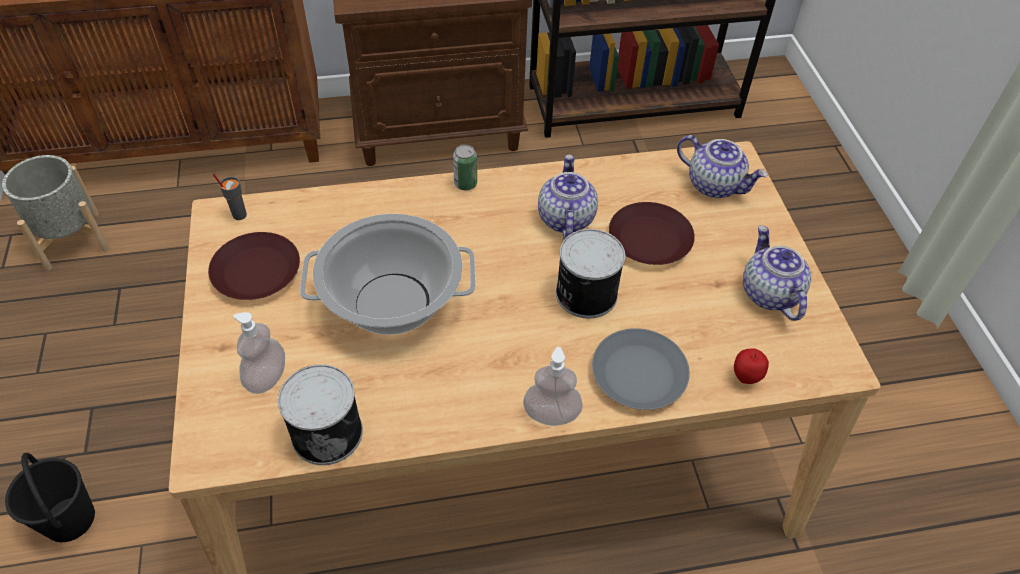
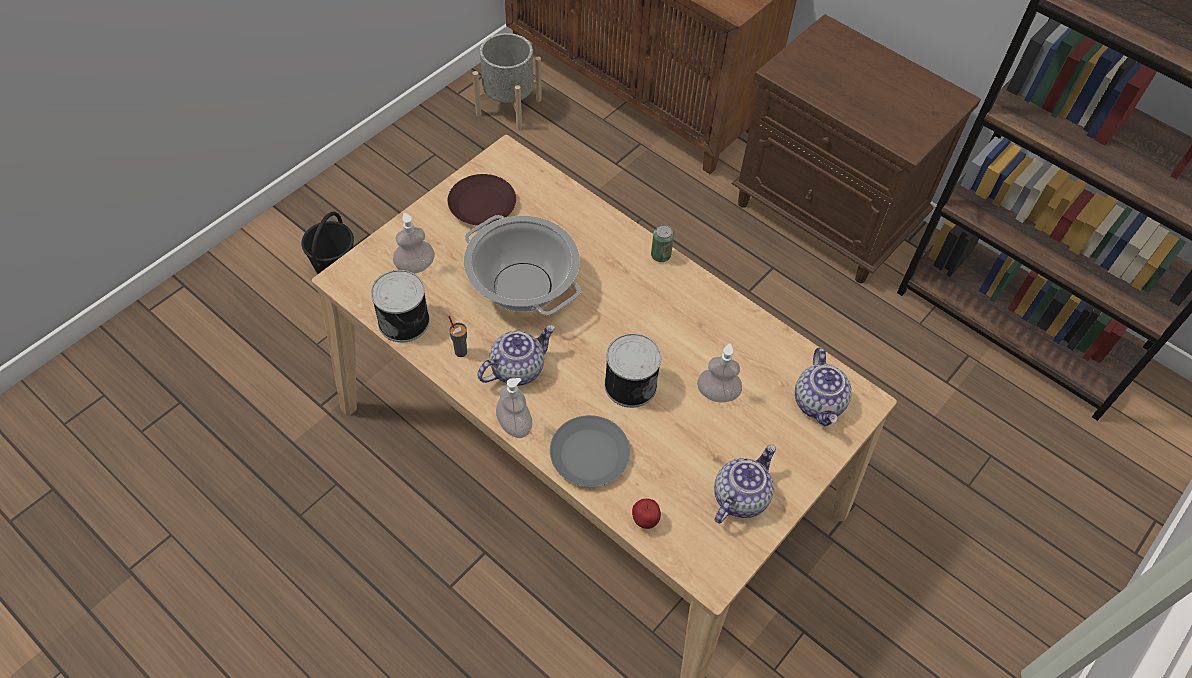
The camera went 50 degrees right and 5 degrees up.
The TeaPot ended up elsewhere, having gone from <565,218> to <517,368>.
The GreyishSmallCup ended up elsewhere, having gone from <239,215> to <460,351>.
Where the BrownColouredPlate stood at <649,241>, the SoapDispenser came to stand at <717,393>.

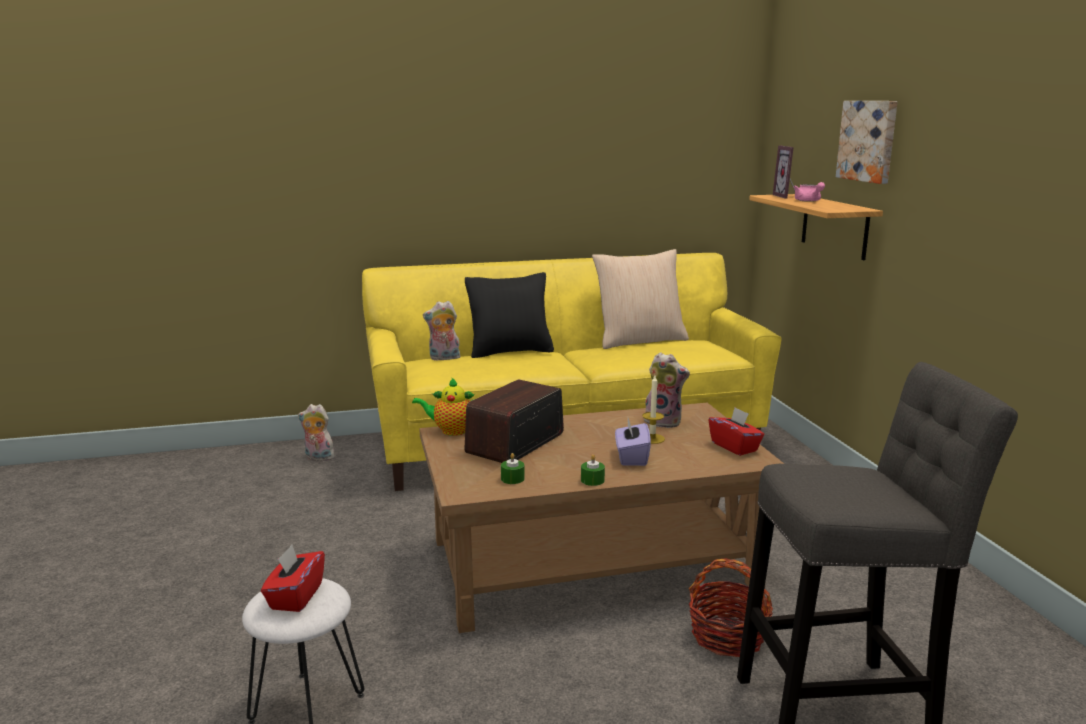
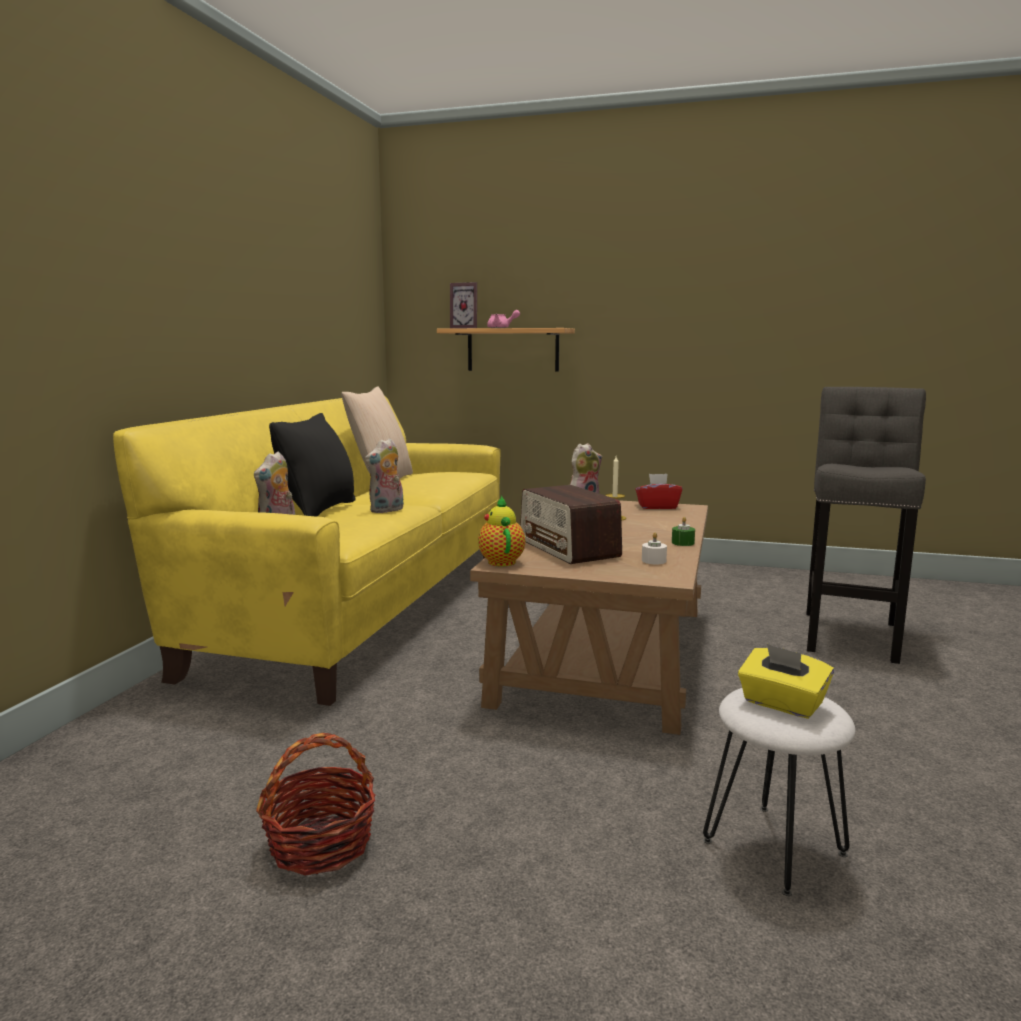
The camera went 60 degrees left and 5 degrees down.
The second view lost the Picture at <869,141>.
The TeaPot at <451,431> ended up facing another way, 135 degrees clockwise from before.
The CuddlyToy ended up elsewhere, having gone from <318,458> to <387,510>.
The second view lost the PurpleColouredTissueHolder at <631,457>.
What was the GreenCandle at <512,479> turned into the WhiteColouredCandle at <653,561>.
What was the ReddishTissueHolder at <295,596> turned into the YellowColouredTissueHolder at <782,704>.
The StorageBasket ended up elsewhere, having gone from <727,636> to <321,844>.

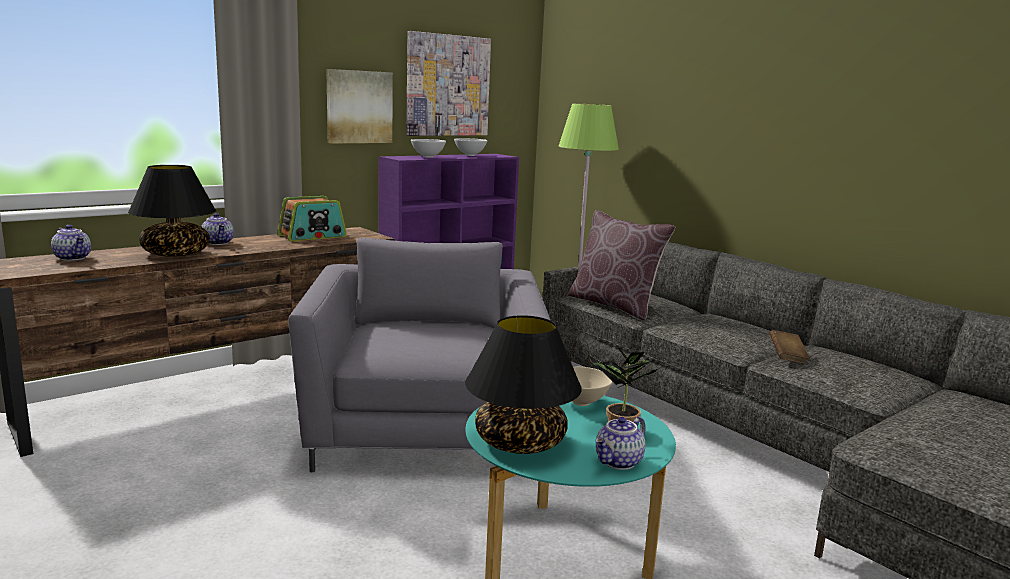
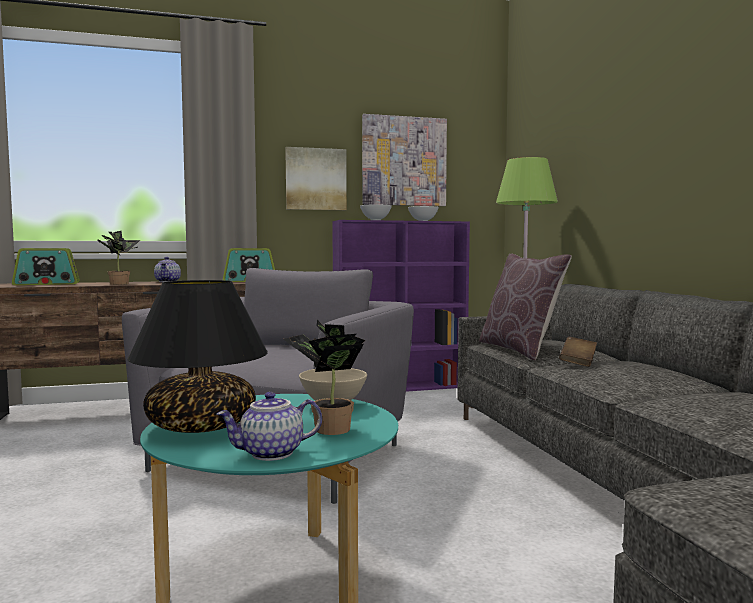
The camera went 25 degrees right and 10 degrees down.
Where the BlackishTableLamp stood at <176,253>, the Houseplant came to stand at <120,283>.
Where the TeaPot stood at <73,258>, the Radio came to stand at <47,283>.
The BrownColouredBook ended up elsewhere, having gone from <787,357> to <578,362>.

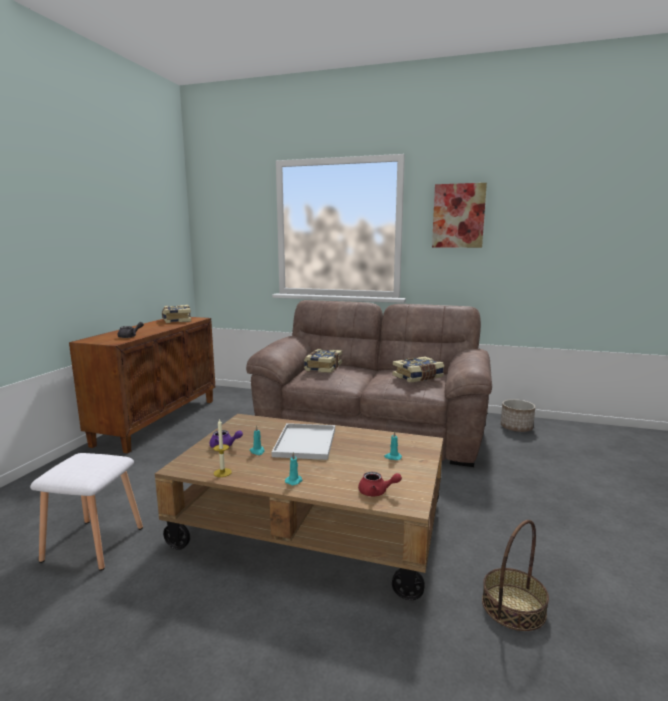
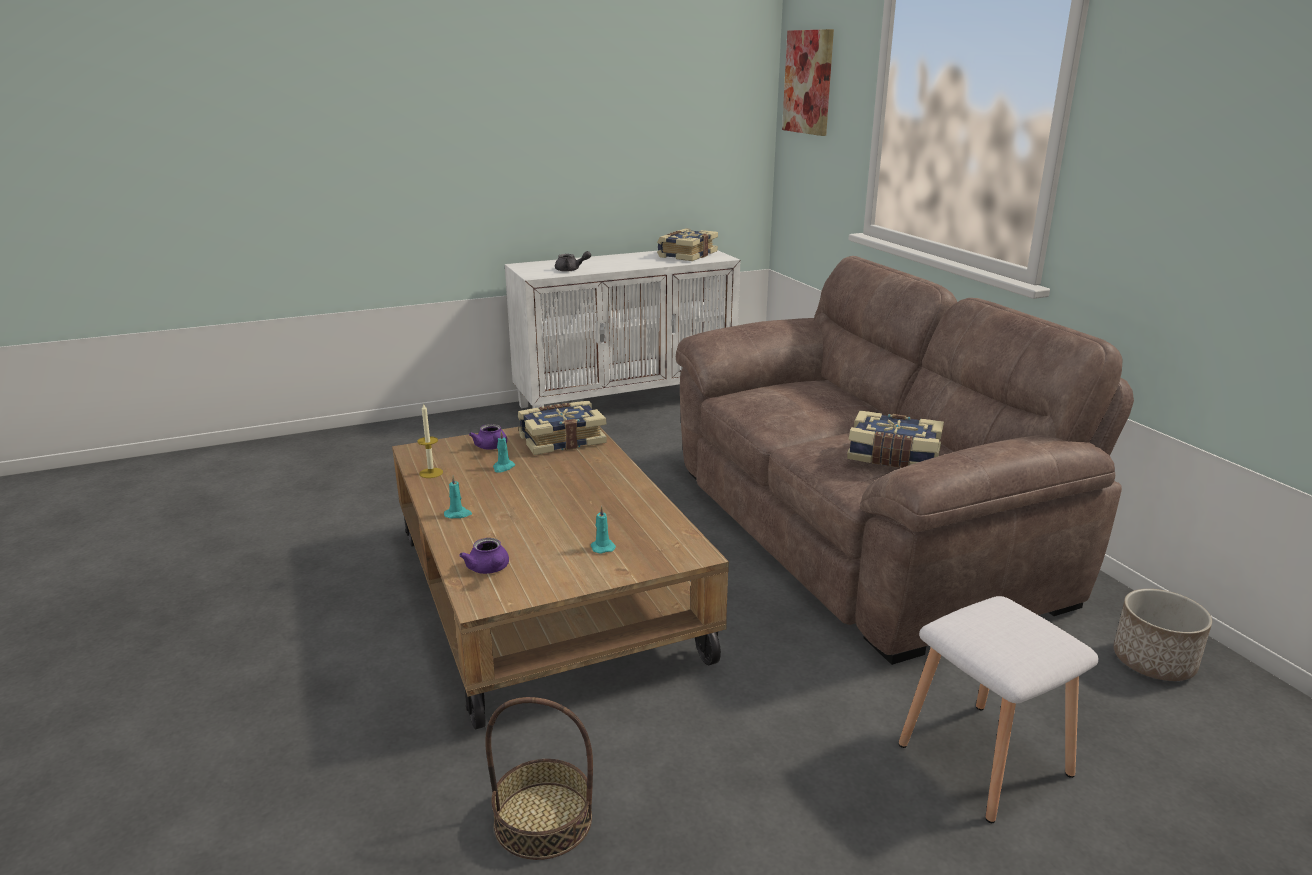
The camera went 50 degrees right and 10 degrees up.
The Picture ended up elsewhere, having gone from <458,216> to <808,82>.
What was the BrownColouredCupboard at <158,421> turned into the WhiteColouredCupboard at <626,401>.
The Book ended up elsewhere, having gone from <322,367> to <561,439>.
The second view lost the WhiteColouredCarryingTray at <304,442>.
The WhiteColouredSittingStool ended up elsewhere, having gone from <94,543> to <985,757>.
What was the ReddishTeaPot at <377,492> turned into the PurpleColouredTeaPot at <489,569>.

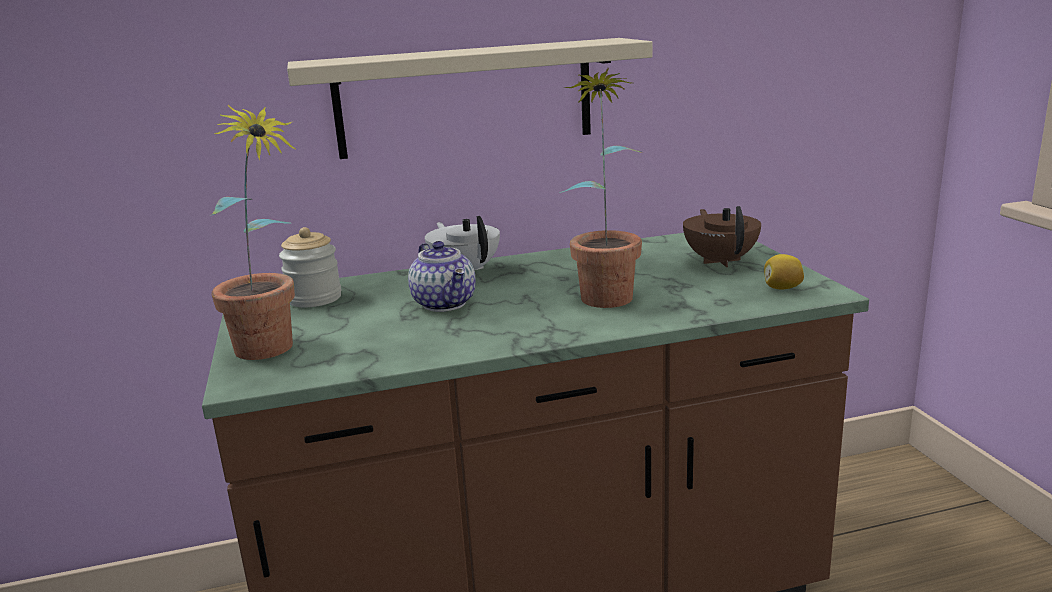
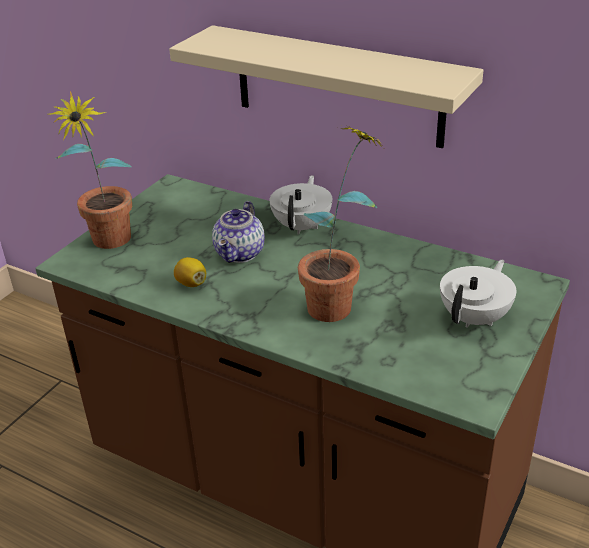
The camera went 45 degrees right and 15 degrees up.
What was the BrownColouredTeaPot at <720,261> turned into the WhiteColouredTeaPot at <475,318>.
The second view lost the Jar at <314,298>.
The WholeLemon ended up elsewhere, having gone from <782,288> to <191,283>.

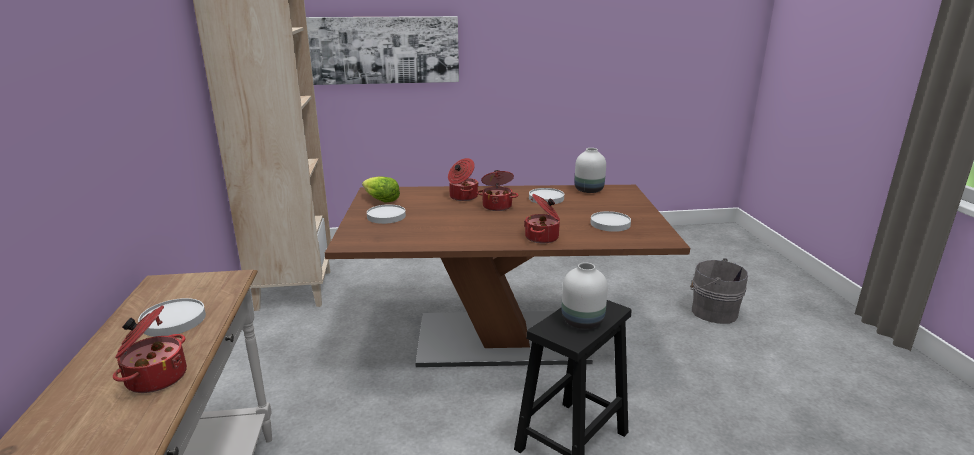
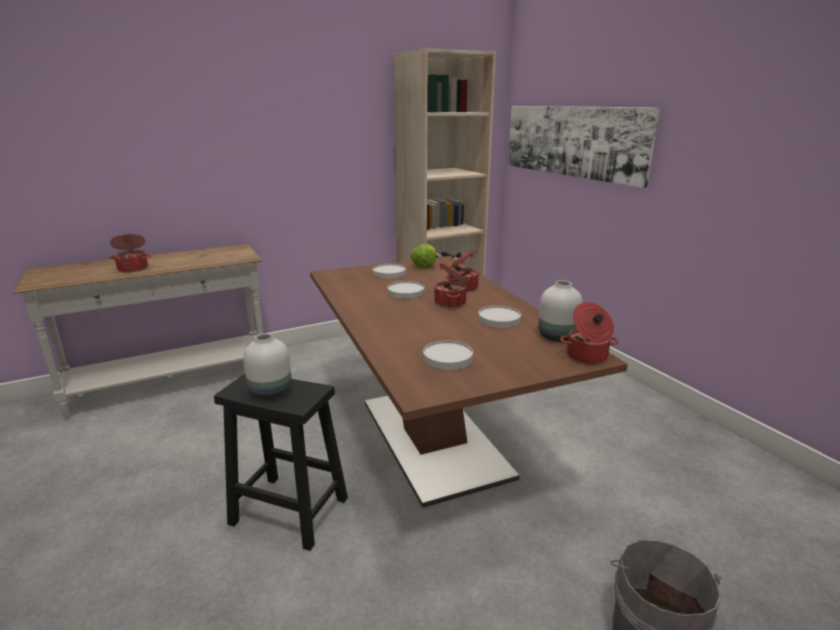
The camera went 70 degrees right and 0 degrees up.
The Saucepot ended up elsewhere, having gone from <543,237> to <587,357>.
The WhiteColouredPlate ended up elsewhere, having gone from <173,320> to <406,292>.

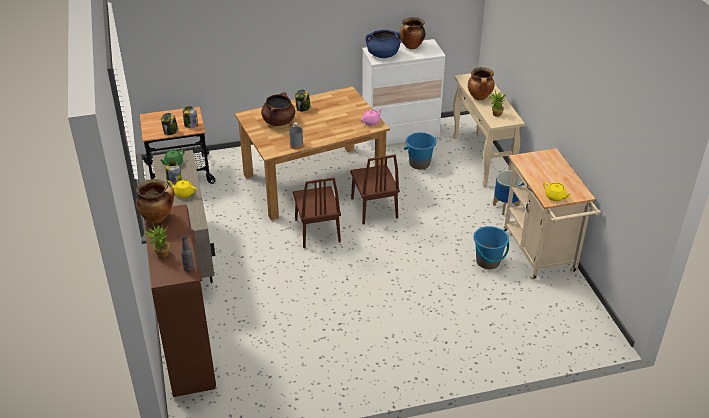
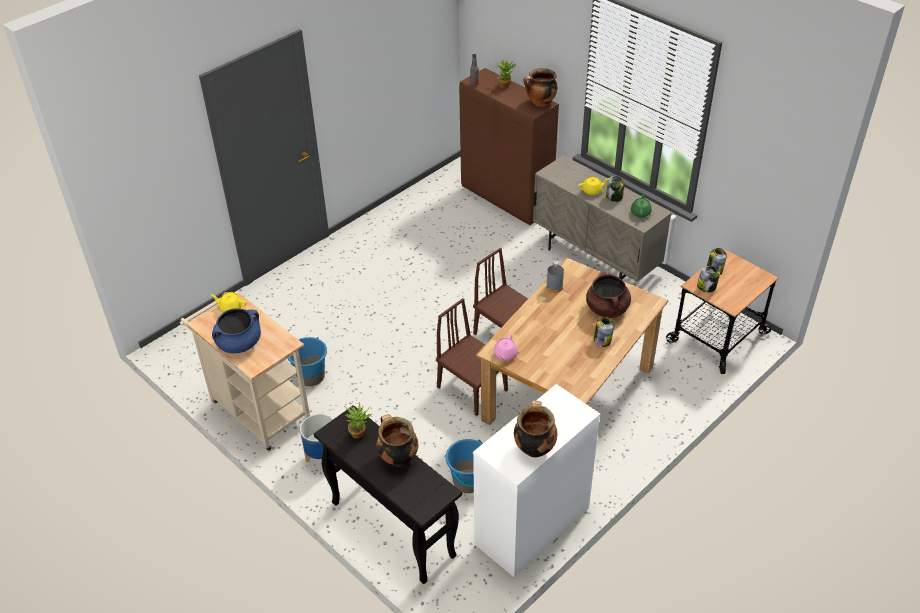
The camera went 150 degrees right and 5 degrees up.
The BlueSaucepot ended up elsewhere, having gone from <383,55> to <239,343>.
What was the BeigeHallTable at <482,160> turned into the BlackishHallTable at <391,529>.

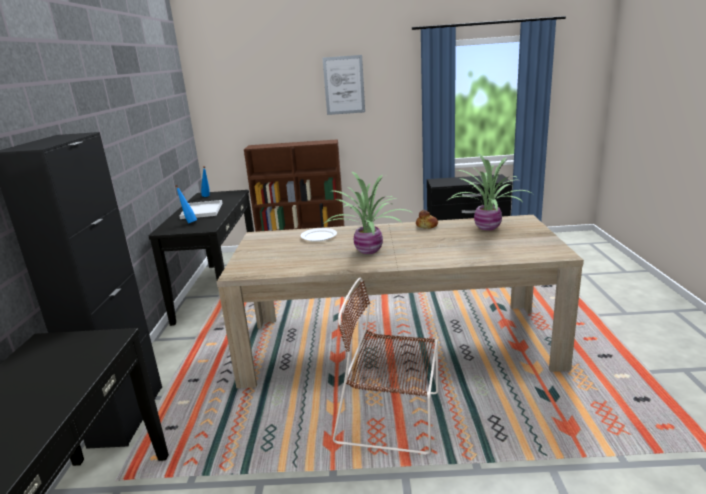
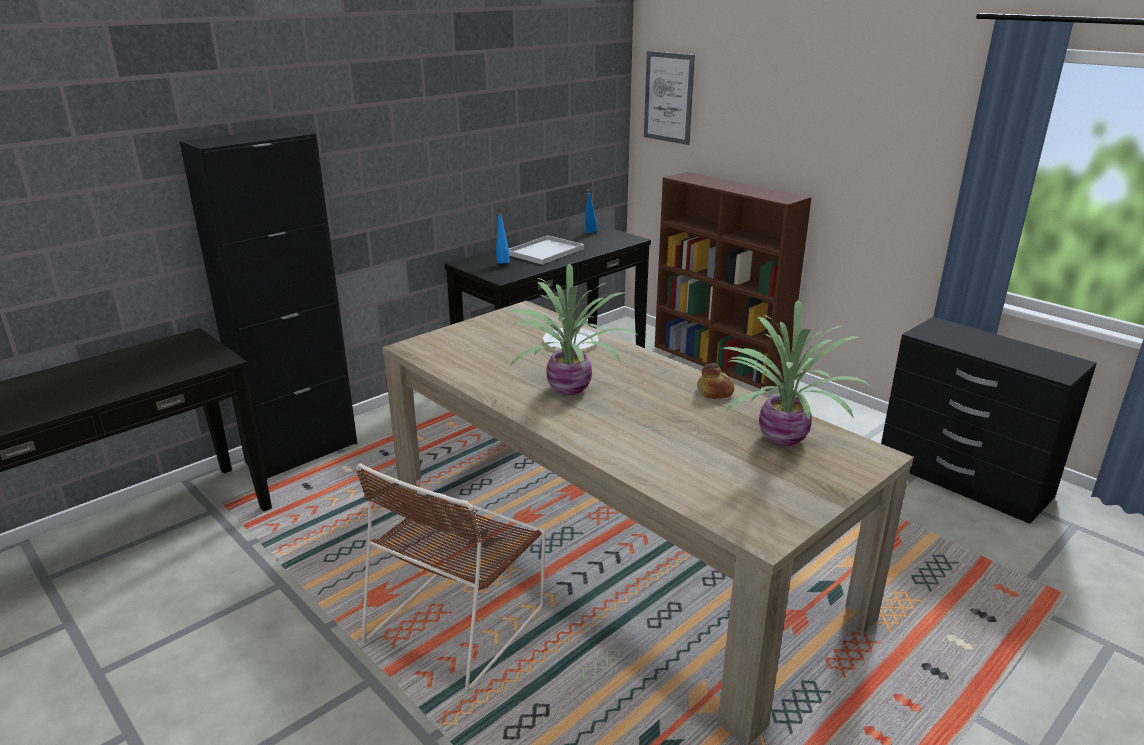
The camera went 45 degrees right and 5 degrees up.
The Picture ended up elsewhere, having gone from <344,85> to <668,97>.
The BrownColouredUprightChair at <392,417> ended up facing another way, 120 degrees counterclockwise from before.

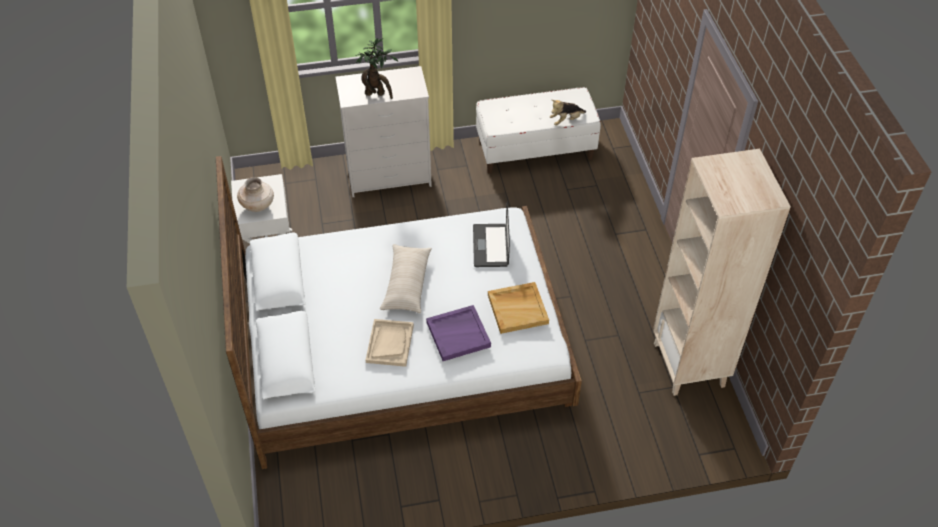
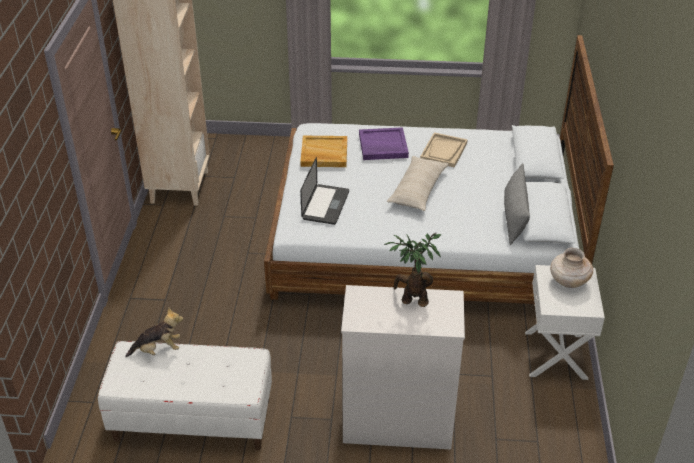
The camera went 165 degrees left and 10 degrees down.
The second view gained the GreyishThrowPillow at <514,218>.

